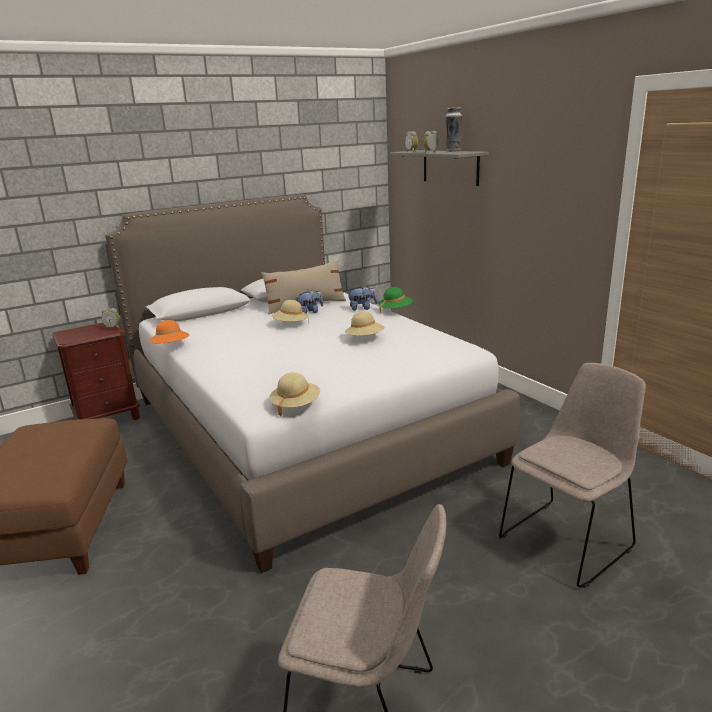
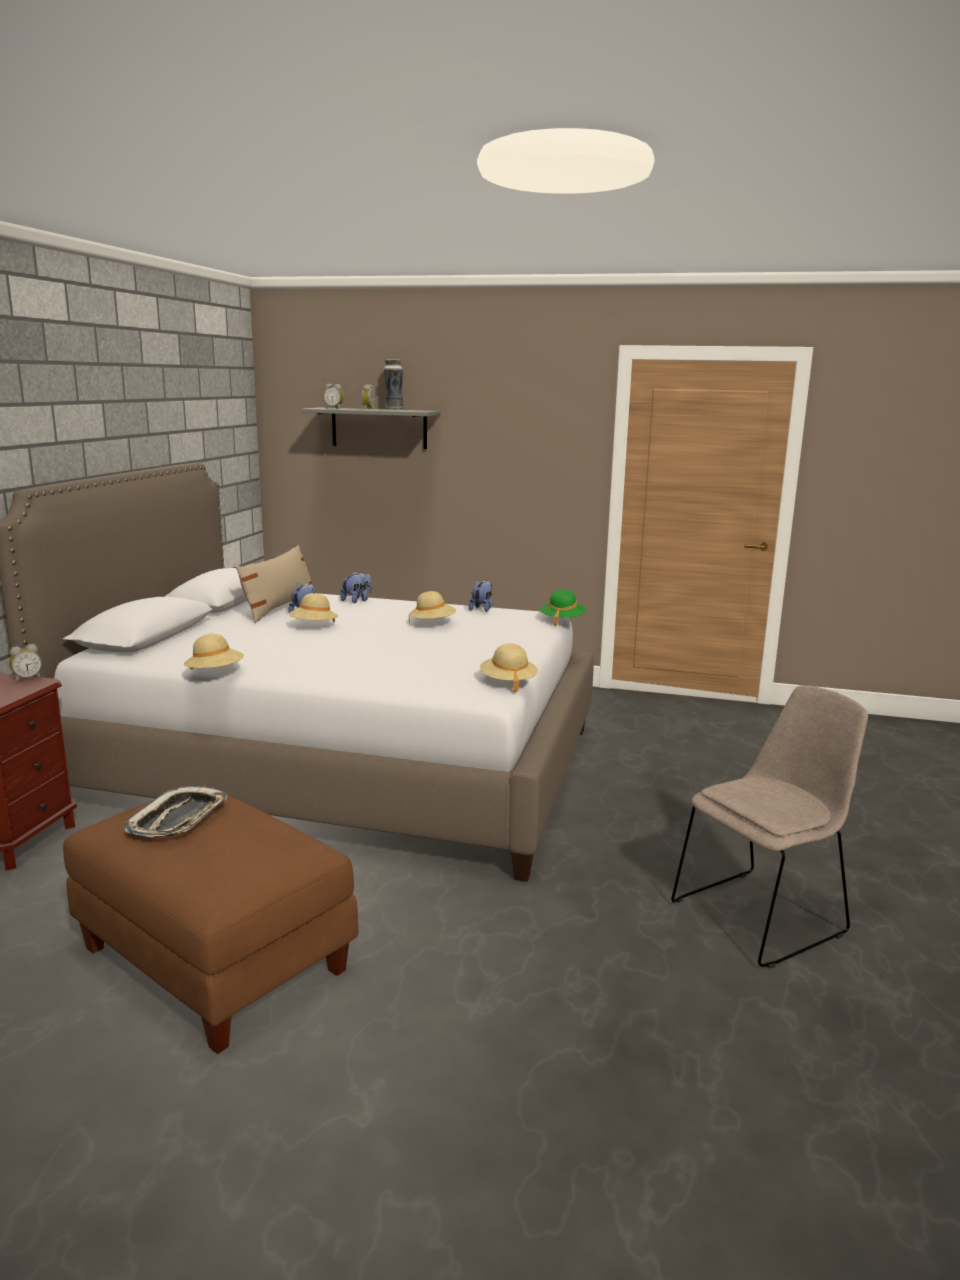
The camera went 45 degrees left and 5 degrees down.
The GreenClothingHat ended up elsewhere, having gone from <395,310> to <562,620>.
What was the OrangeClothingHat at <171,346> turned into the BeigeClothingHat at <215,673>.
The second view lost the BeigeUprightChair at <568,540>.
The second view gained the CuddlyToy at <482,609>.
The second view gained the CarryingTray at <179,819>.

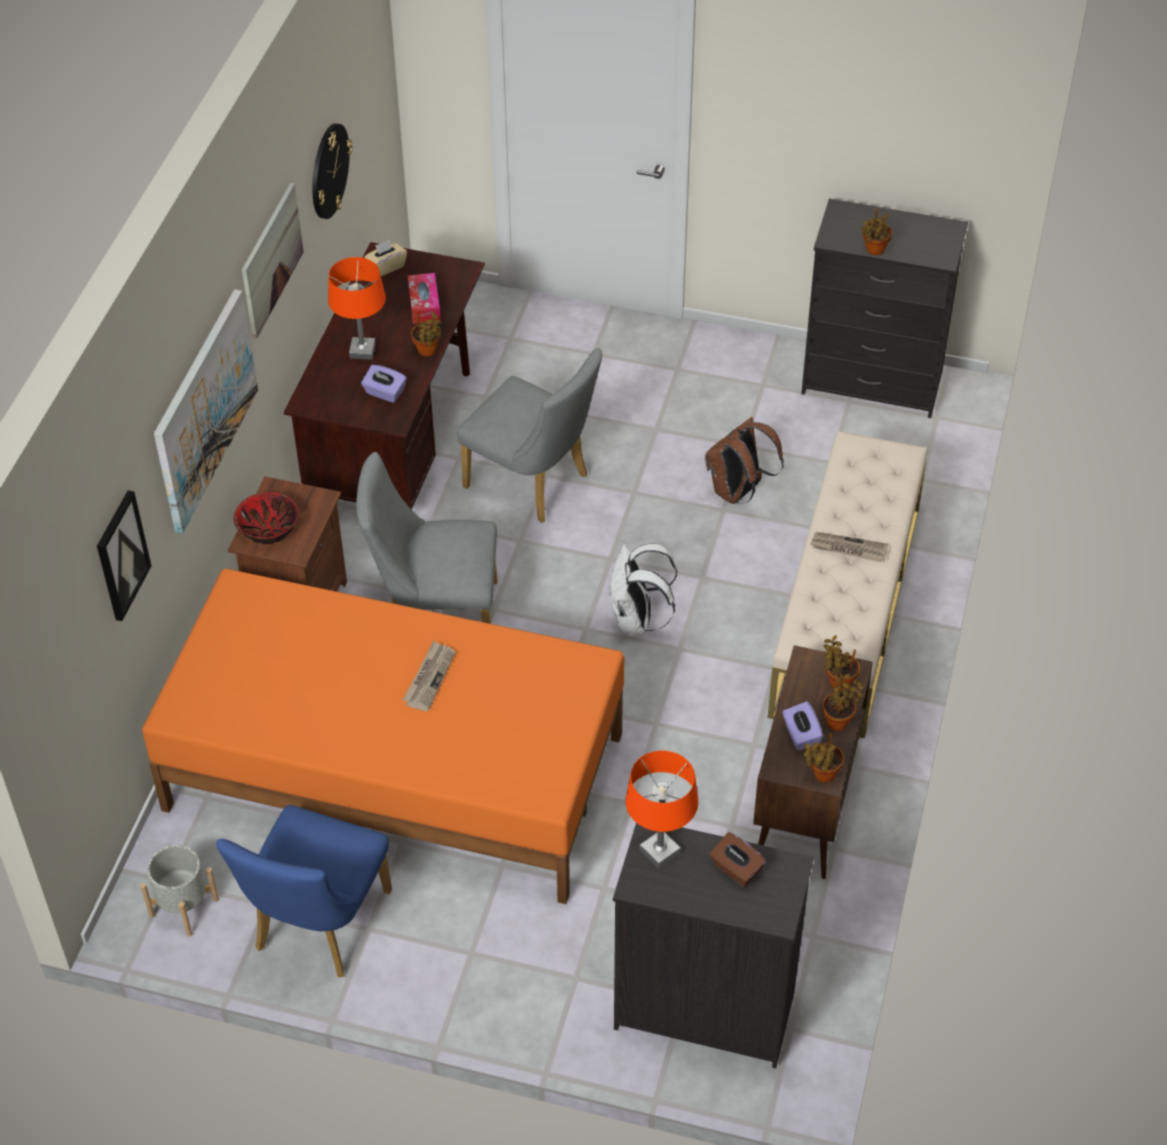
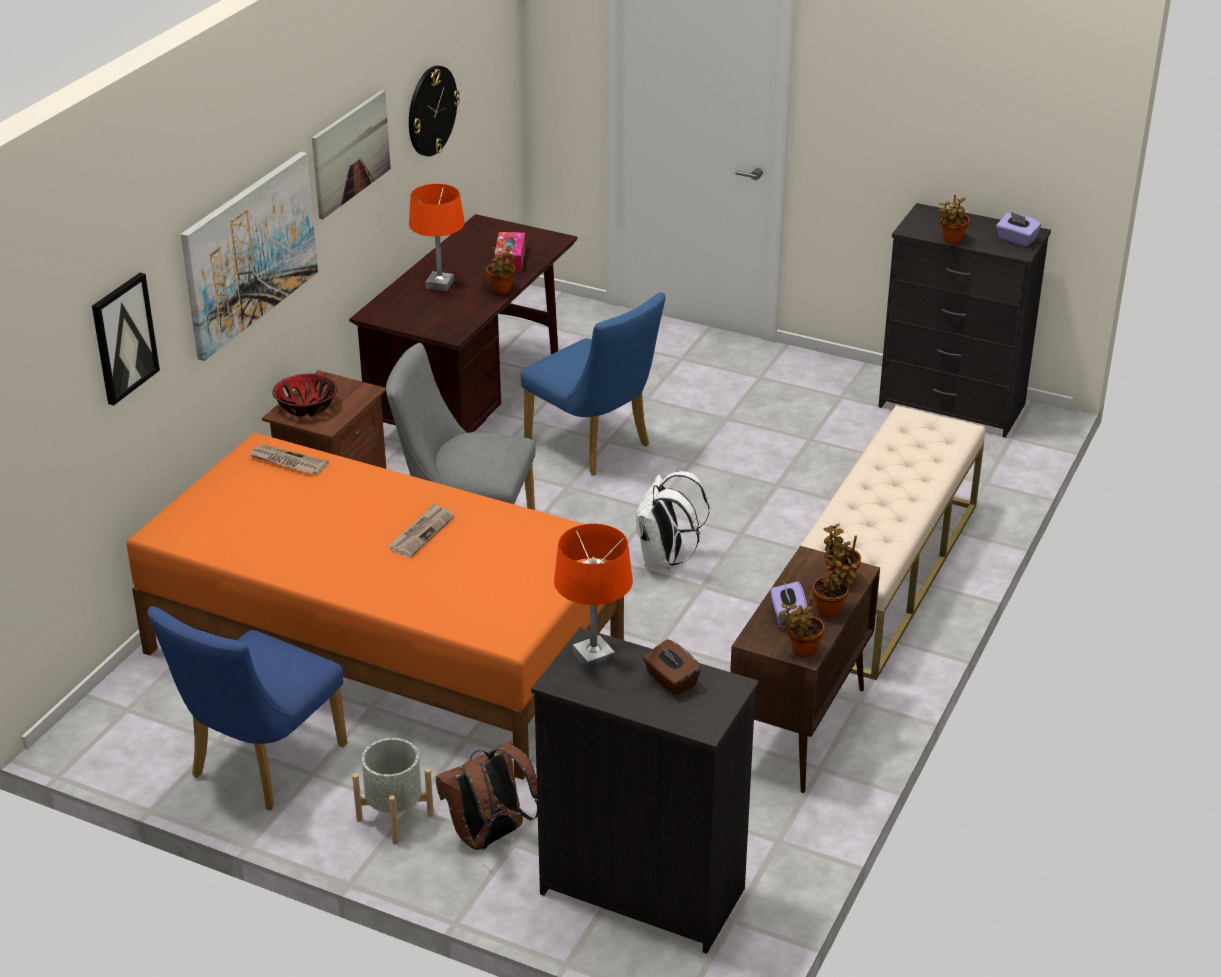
The camera went 10 degrees right and 15 degrees down.
The second view lost the BeigeTissueHolder at <386,267>.
What was the GreyishUprightChair at <534,484> turned into the BlueUprightChair at <595,446>.
The PurpleColouredTissueHolder ended up elsewhere, having gone from <384,393> to <1016,240>.
The BrownColouredBackpack ended up elsewhere, having gone from <738,492> to <489,837>.
The PrintedPaper ended up elsewhere, having gone from <848,548> to <287,462>.
The GreyishPlantPot ended up elsewhere, having gone from <184,907> to <395,817>.

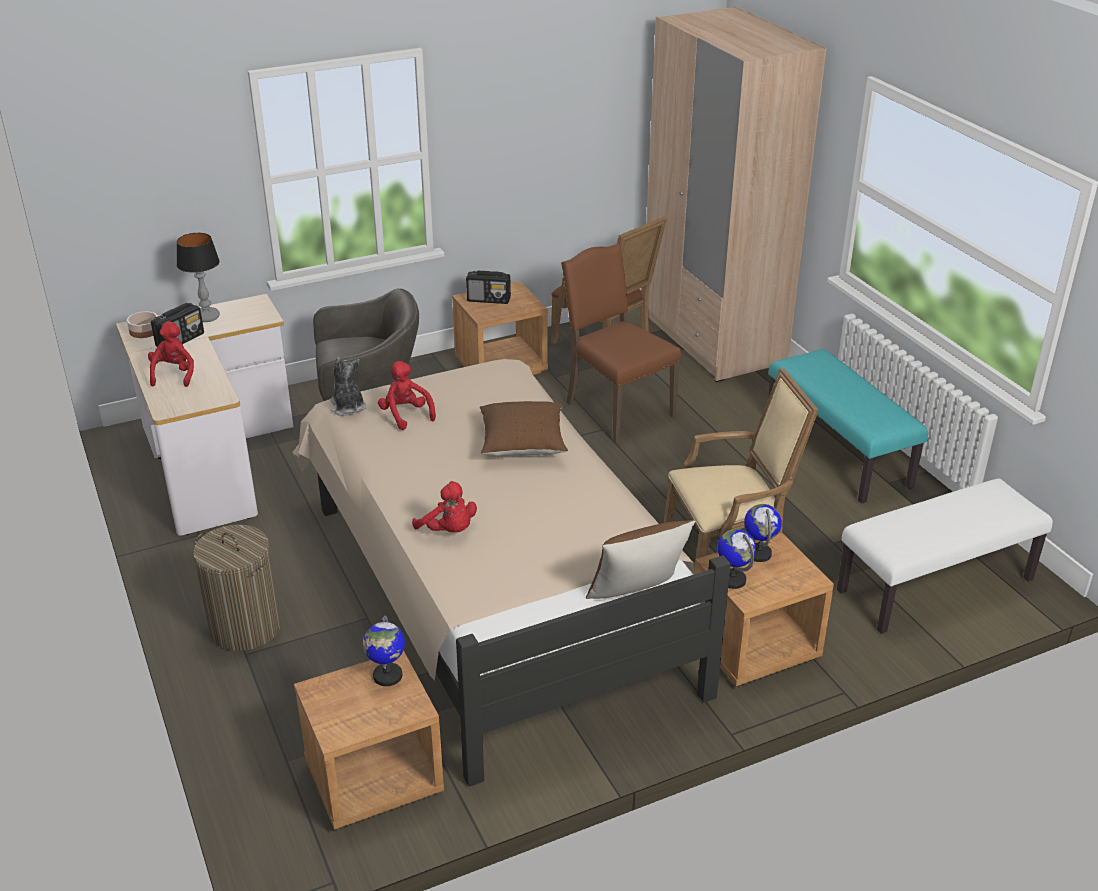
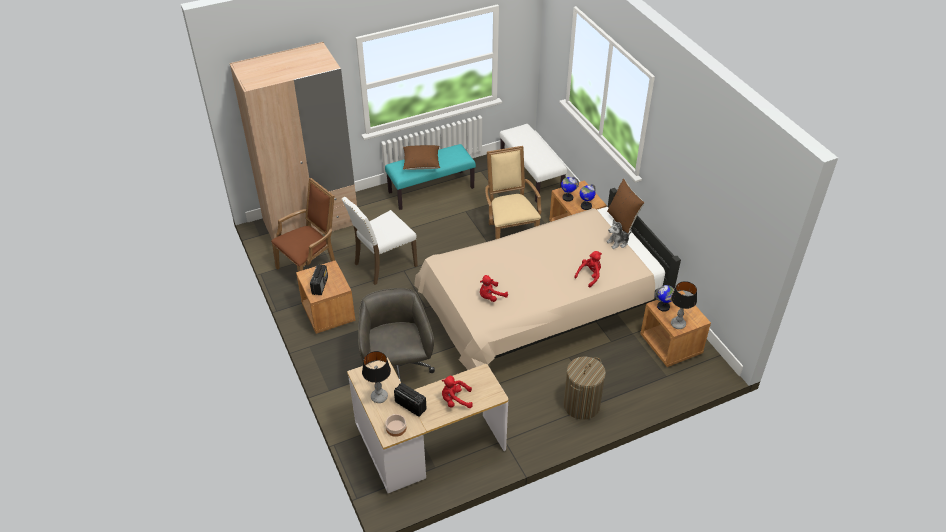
The camera went 90 degrees left and 10 degrees up.
What was the BrownColouredUprightChair at <616,409> turned into the WhiteColouredUprightChair at <383,264>.
The CuddlyToy ended up elsewhere, having gone from <348,407> to <618,242>.
The BrownColouredThrowPillow ended up elsewhere, having gone from <522,444> to <421,163>.
The second view gained the TableLamp at <678,324>.

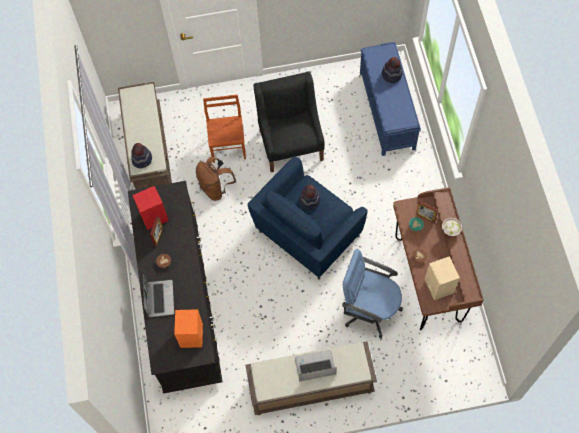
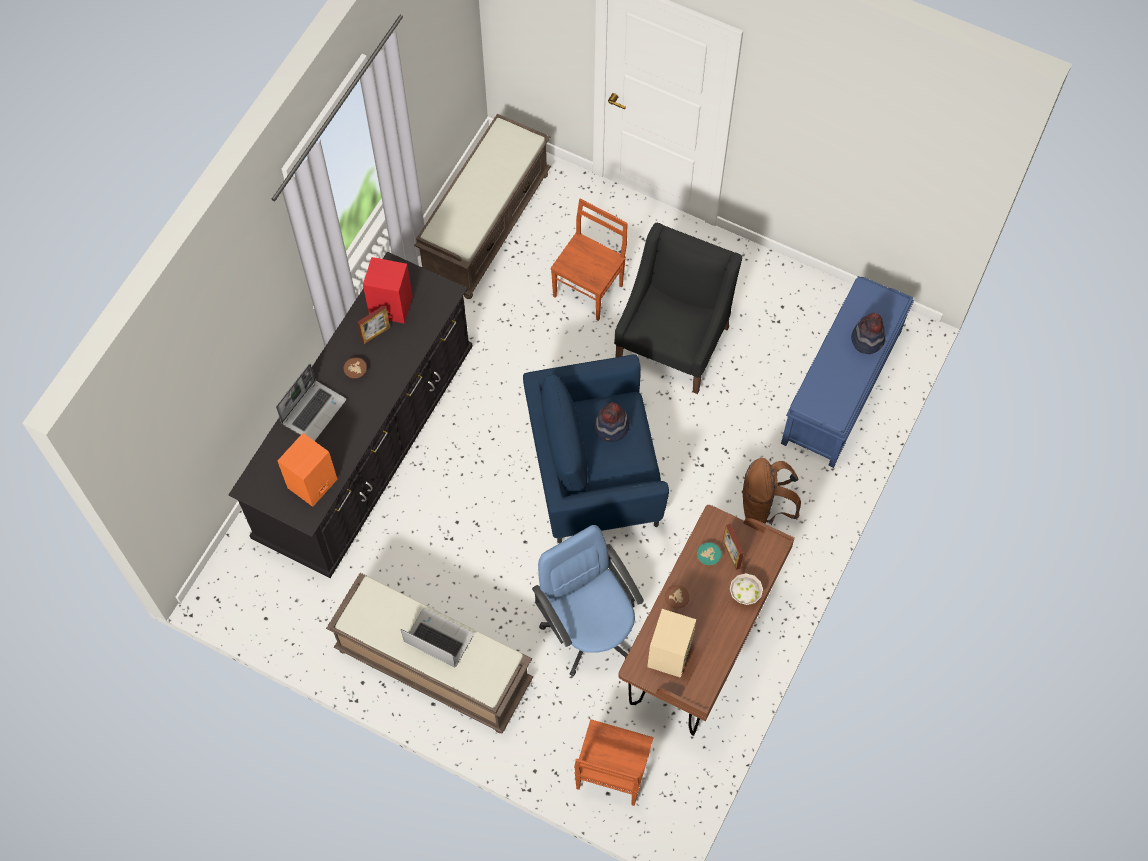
The camera went 35 degrees right and 0 degrees up.
The second view lost the ClothingHat at <142,159>.
The BrownColouredBackpack ended up elsewhere, having gone from <216,188> to <765,507>.
The second view gained the BrownColouredUprightChair at <611,773>.

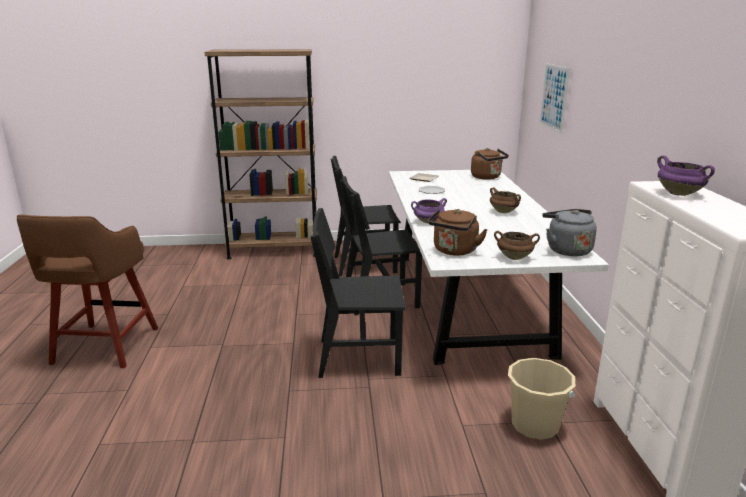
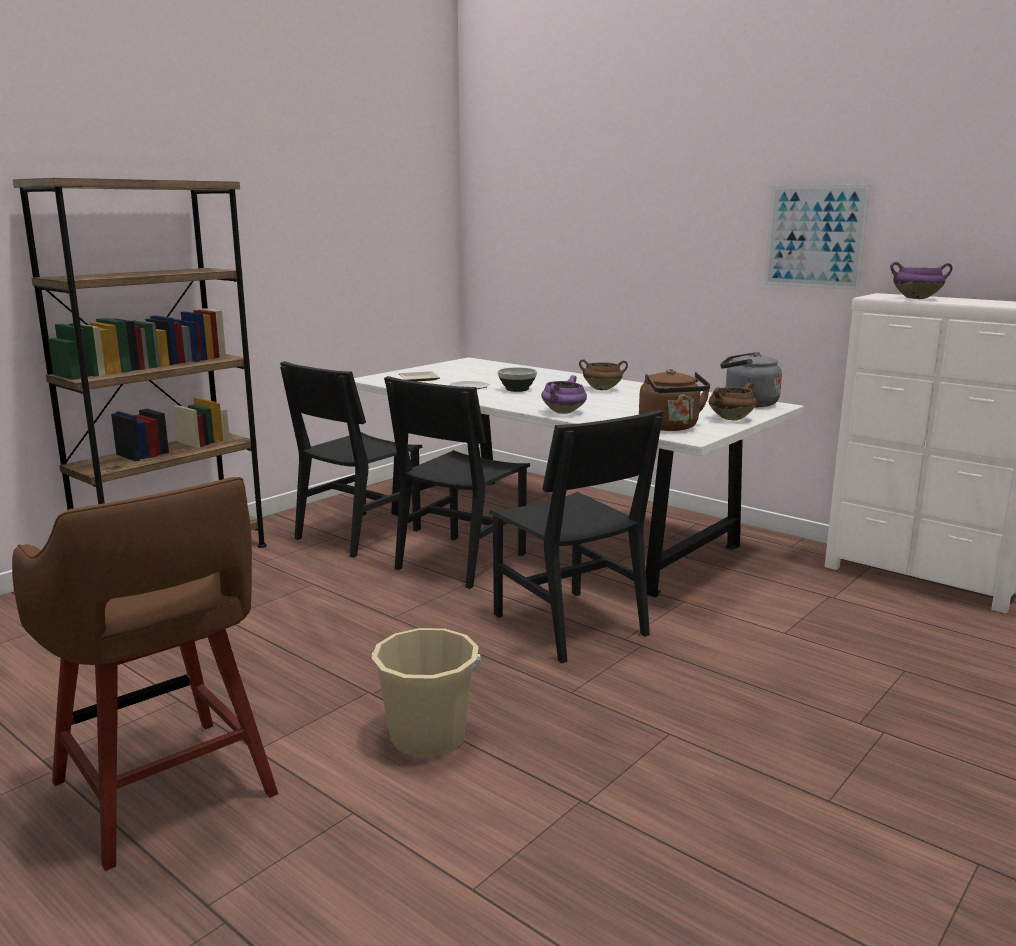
The camera went 45 degrees left and 5 degrees down.
The Picture ended up elsewhere, having gone from <554,97> to <815,237>.
The second view lost the BrownColouredWaterKettle at <487,177>.
The BlackishUprightChair at <359,357> ended up facing another way, 75 degrees counterclockwise from before.
The BeigeWaterBucket ended up elsewhere, having gone from <535,425> to <428,737>.
The second view gained the Bowl at <517,389>.

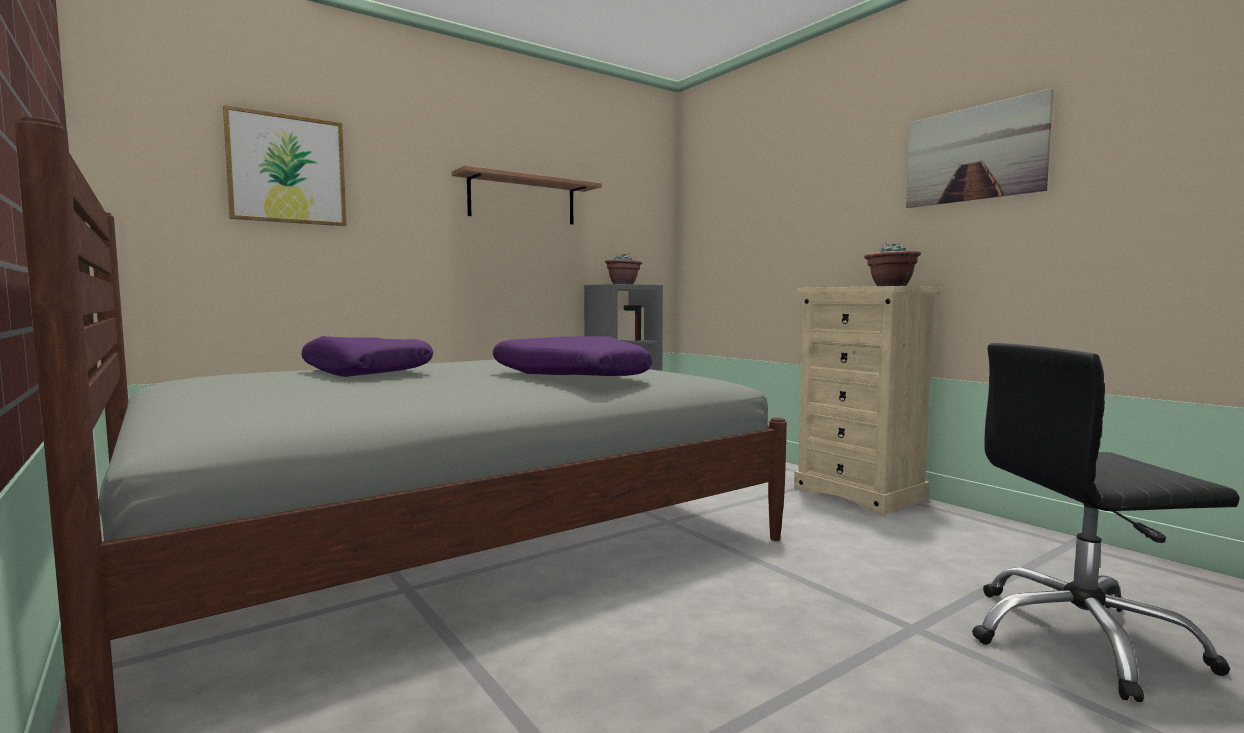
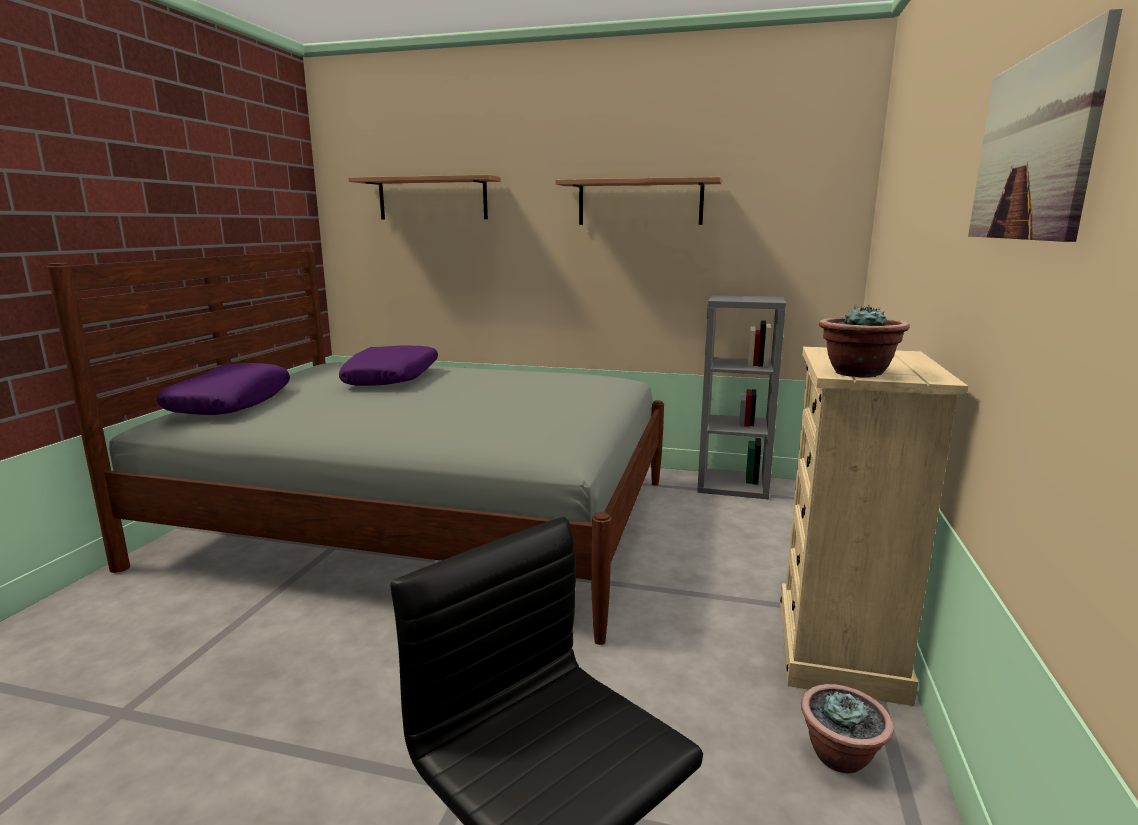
The camera went 50 degrees right and 10 degrees up.
Where the Picture hung at <287,169>, the WallShelf came to hang at <432,198>.
The Houseplant ended up elsewhere, having gone from <623,284> to <840,756>.
The PurpleColouredThrowPillow ended up elsewhere, having gone from <568,377> to <230,403>.

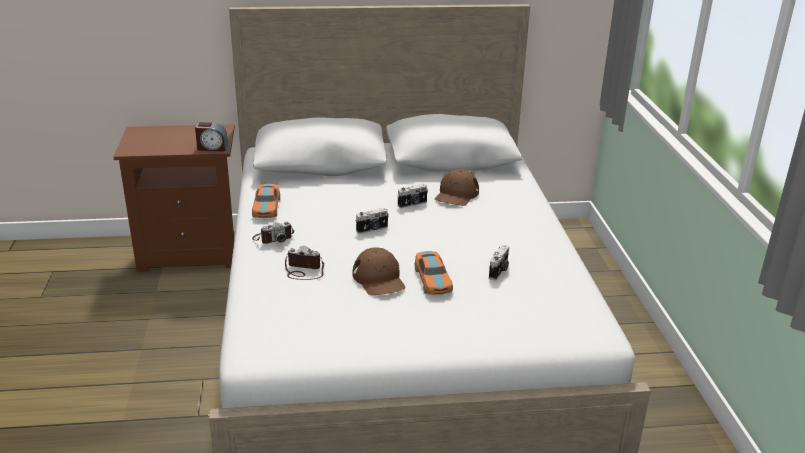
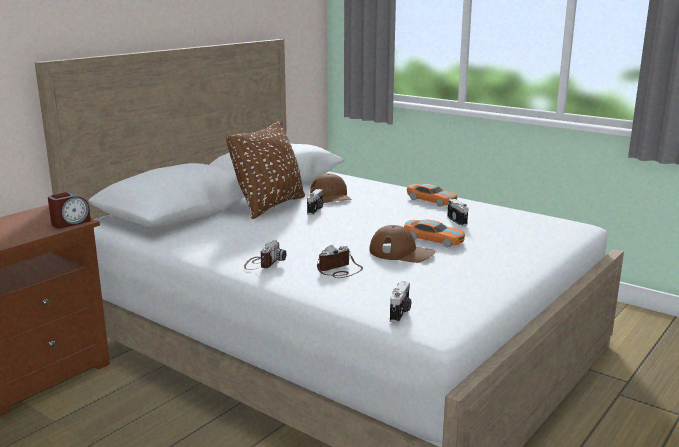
The camera went 45 degrees left and 10 degrees down.
The ModelCar ended up elsewhere, having gone from <266,207> to <431,200>.
The PhotoCamera ended up elsewhere, having gone from <372,229> to <400,313>.
The second view gained the BrownColouredThrowPillow at <270,206>.

